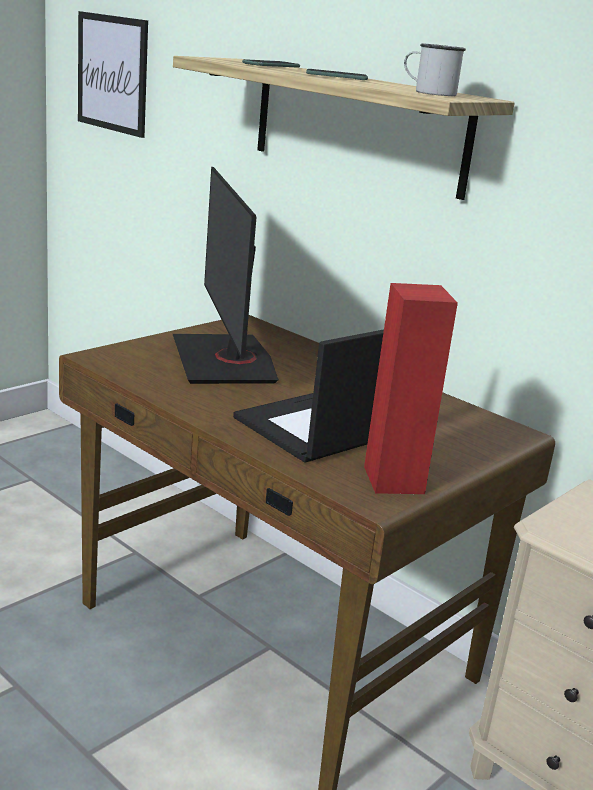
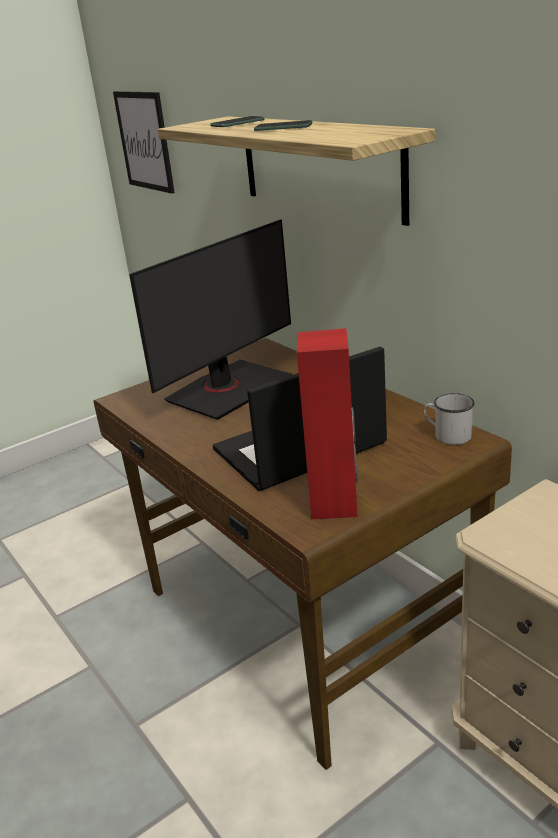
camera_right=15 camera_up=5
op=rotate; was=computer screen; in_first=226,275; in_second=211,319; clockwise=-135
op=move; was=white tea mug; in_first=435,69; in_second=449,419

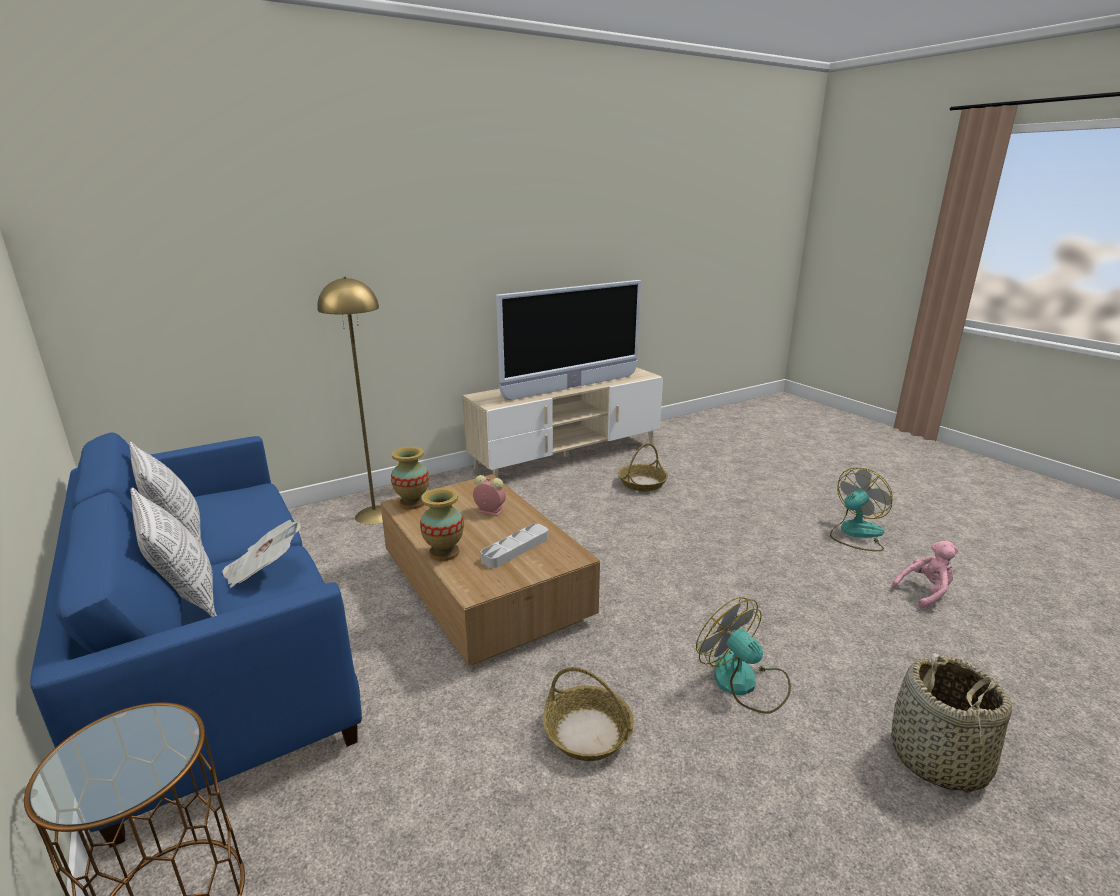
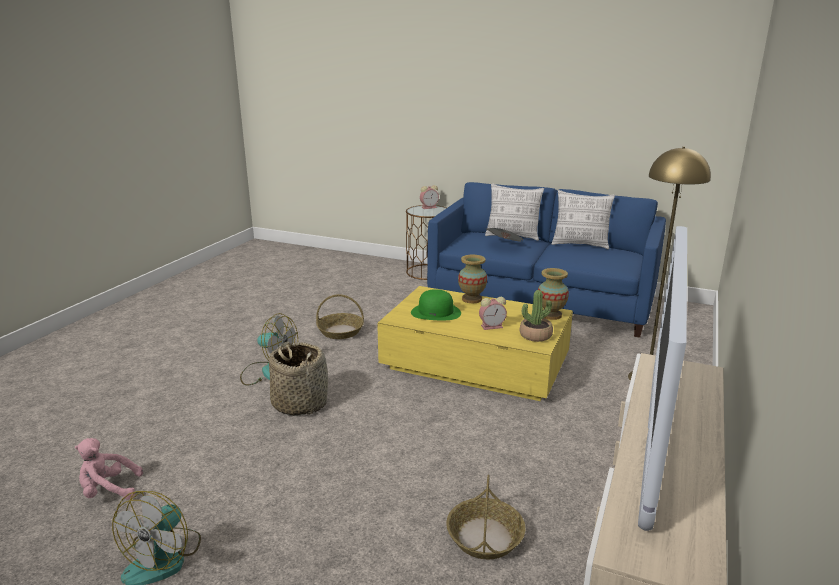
camera_right=145 camera_up=0
op=recolor; was=brownish low table; now=yellow low table; in_first=490,570; in_second=475,343
op=replace; was=gray serving tray; now=green wearable hat; in_first=514,545; in_second=436,304
op=move; was=basket; in_first=951,725; in_second=298,379
op=rotate; was=pink-coloured plush toy; in_first=925,574; in_second=109,469; clockwise=45
op=insert; now=bedside clock; in_second=429,197
op=insert; now=plant in a pot; in_second=536,316

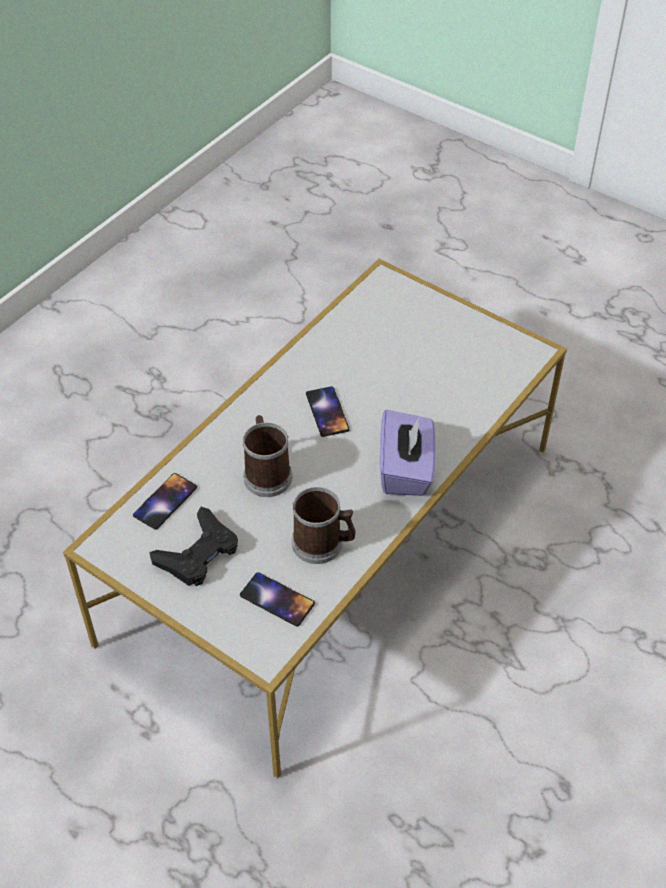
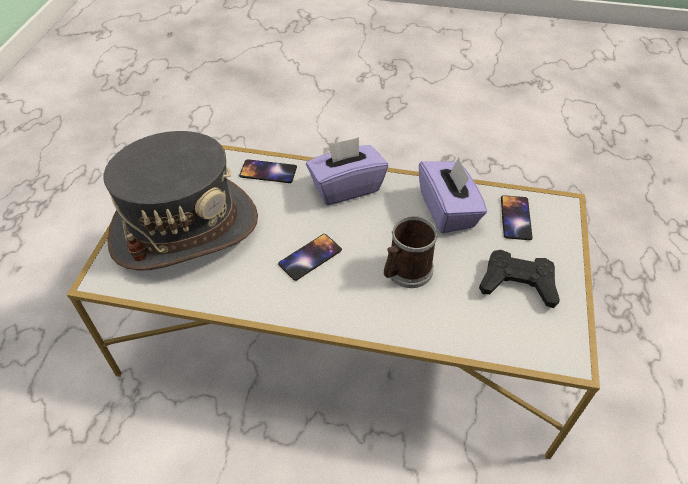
camera_right=-115 camera_up=0
op=move; was=telephone; in_first=165,501; in_second=268,171
op=replace; was=tea mug; now=purple-coloured tissue box; in_first=324,525; in_second=453,195
op=insert; now=gray wearable hat; in_second=180,201

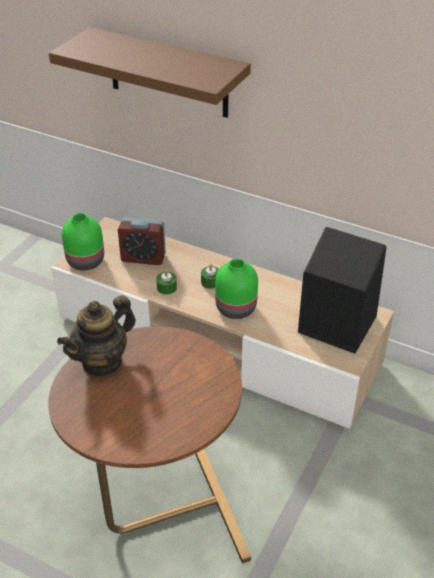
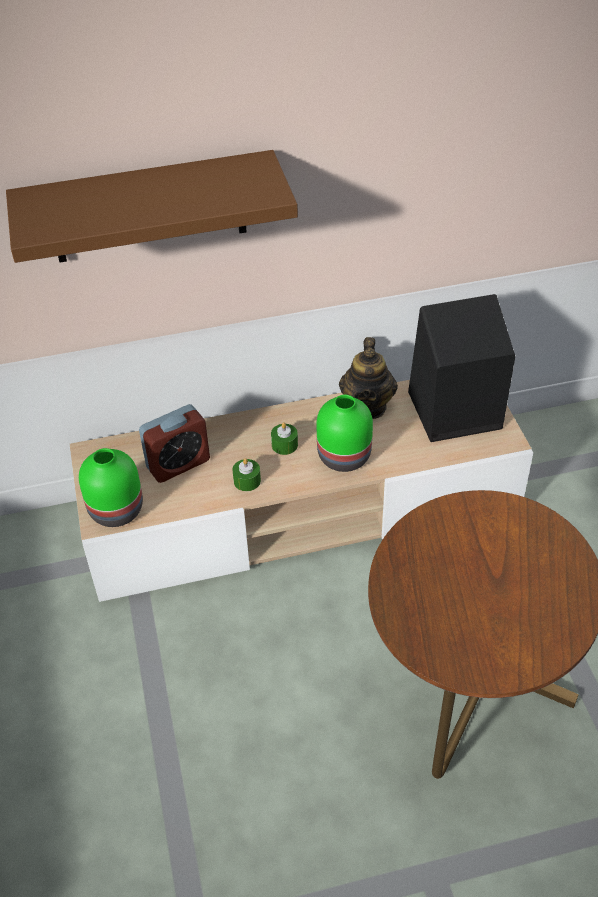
camera_right=-40 camera_up=5
op=move; was=pot for tea; in_first=96,336; in_second=368,378

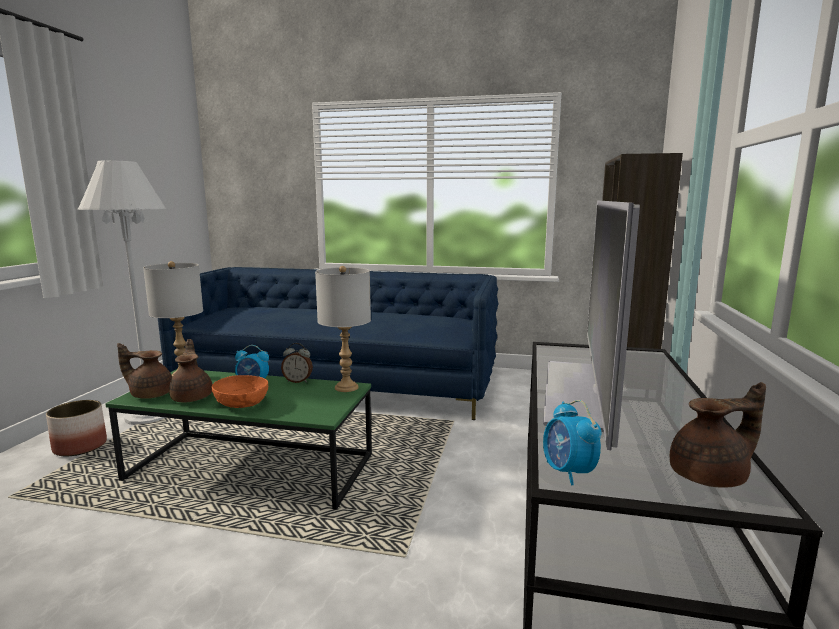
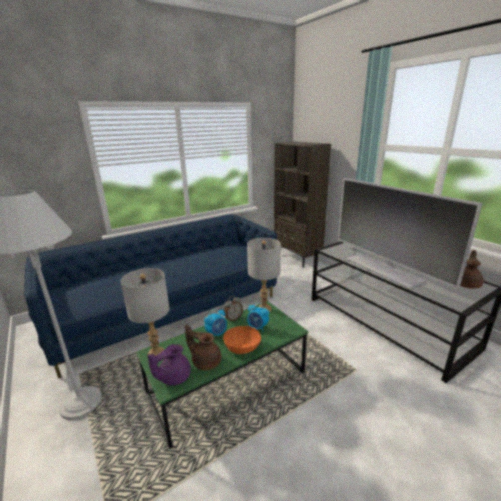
camera_right=-45 camera_up=10
op=delete; was=flower pot; in_first=76,428
op=recolor; was=brownish pot for tea; now=purple-coloured pot for tea; in_first=144,371; in_second=169,365
op=move; was=bedside clock; in_first=572,442; in_second=258,317

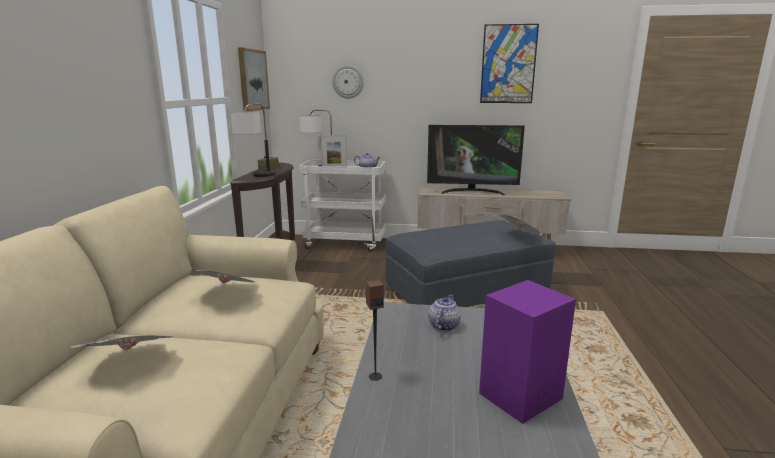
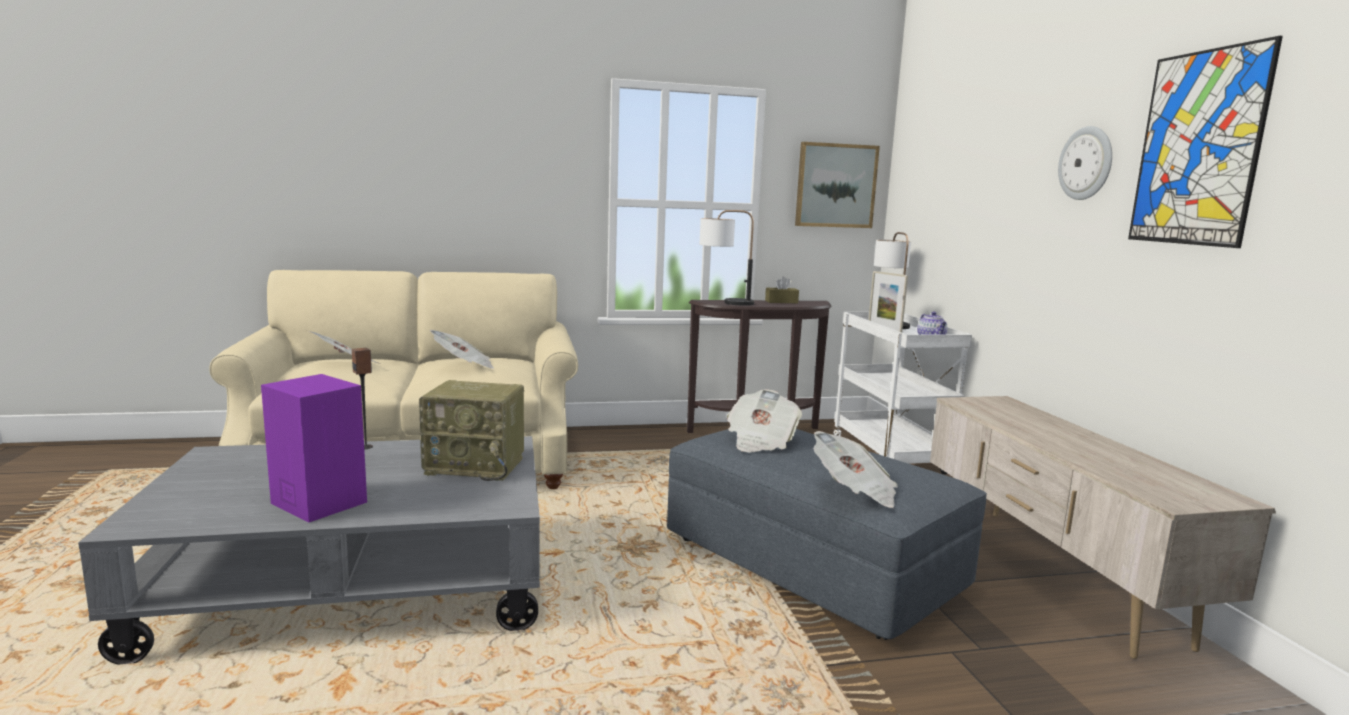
camera_right=70 camera_up=-5
op=move; was=wall clock; in_first=348,82; in_second=1085,163
op=delete; was=TV; in_first=476,160
op=replace; was=pot for tea; now=radio set; in_first=444,312; in_second=471,430
op=insert; now=newspaper; in_second=764,420

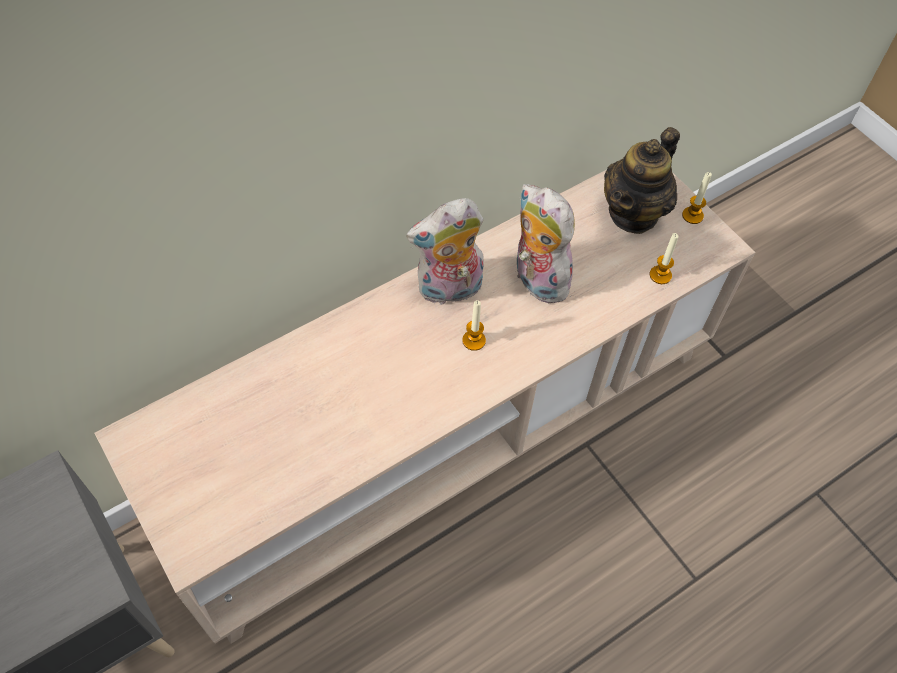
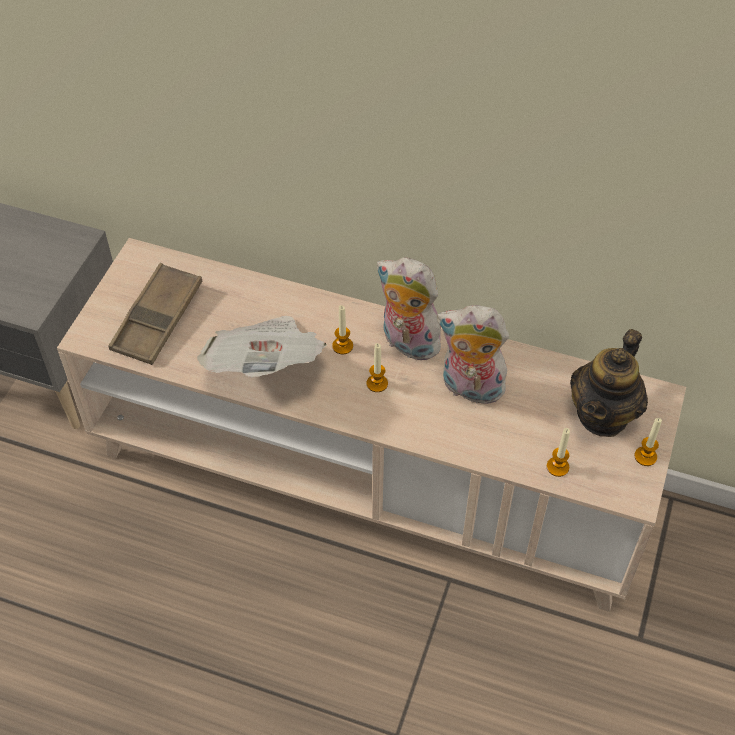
camera_right=55 camera_up=-5
op=rotate; was=plush toy; in_first=546,243; in_second=473,354; clockwise=-90
op=rotate; was=pot for tea; in_first=642,180; in_second=609,383; clockwise=-60
op=insert; now=brownish serving tray; in_second=155,314
op=insert; now=newspaper; in_second=262,347
op=insert; now=candle; in_second=342,329

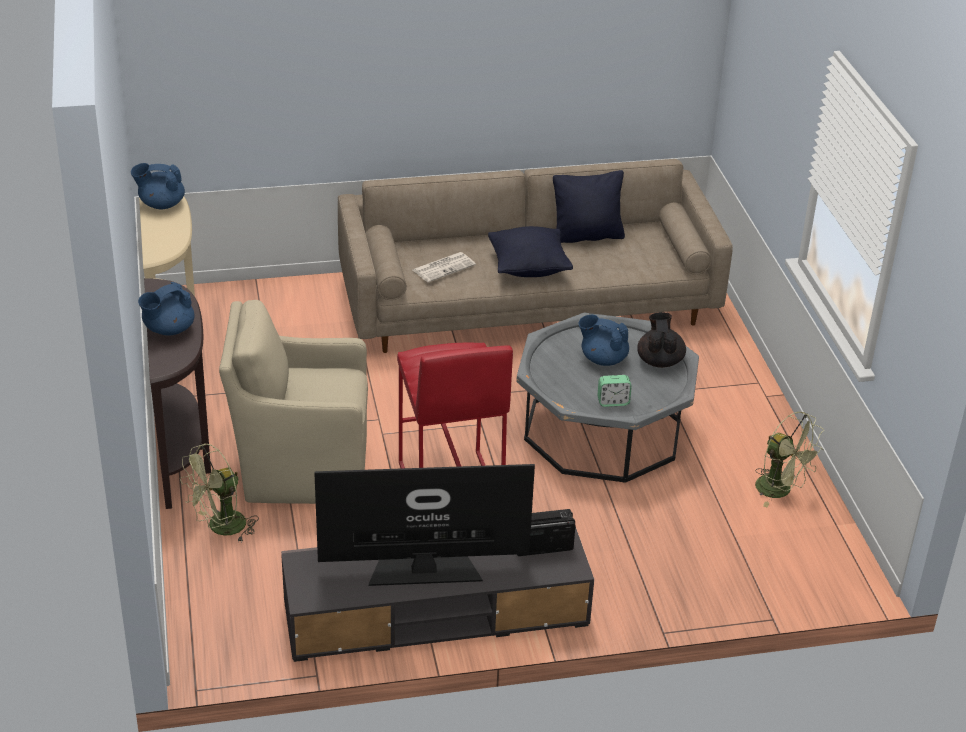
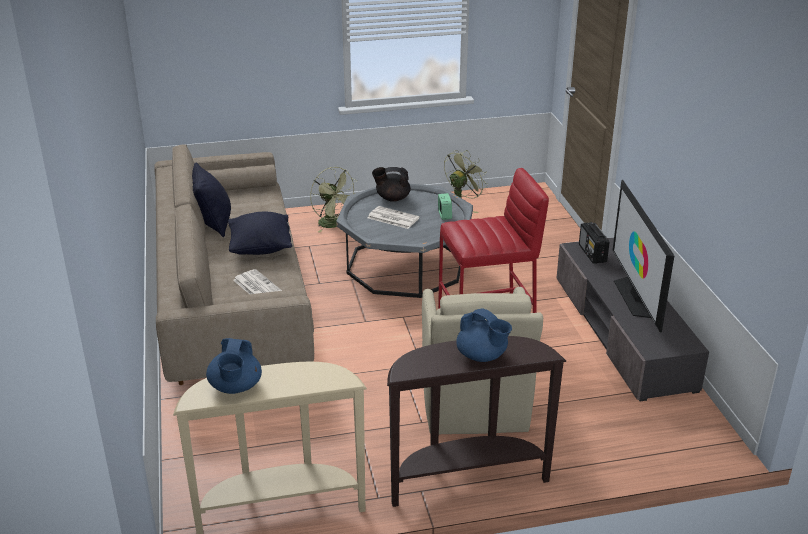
camera_right=-90 camera_up=-5
op=move; was=green electric fan; in_first=219,492; in_second=333,199
op=replace; was=bluish pot for tea; now=newspaper; in_first=604,340; in_second=394,217

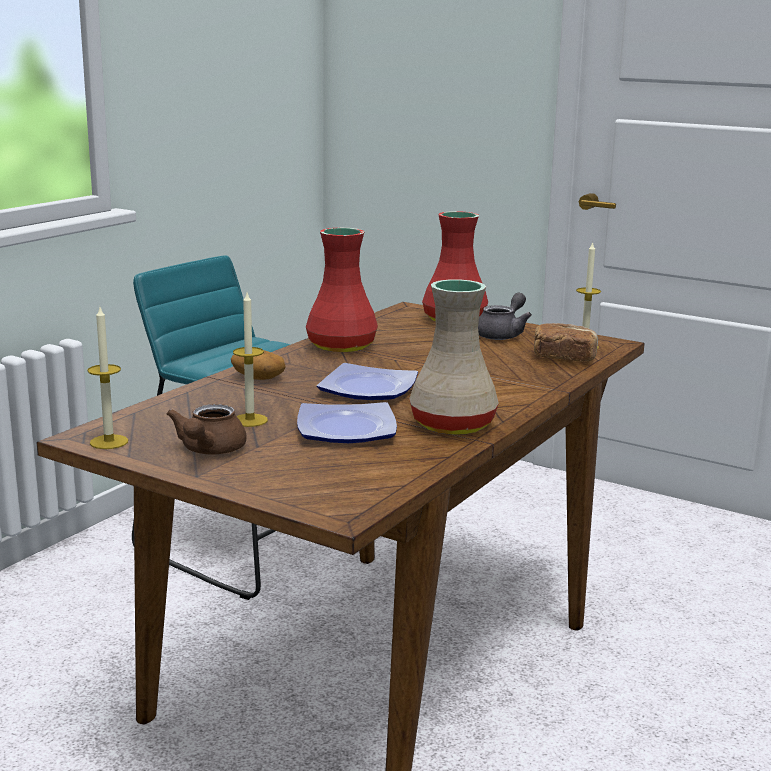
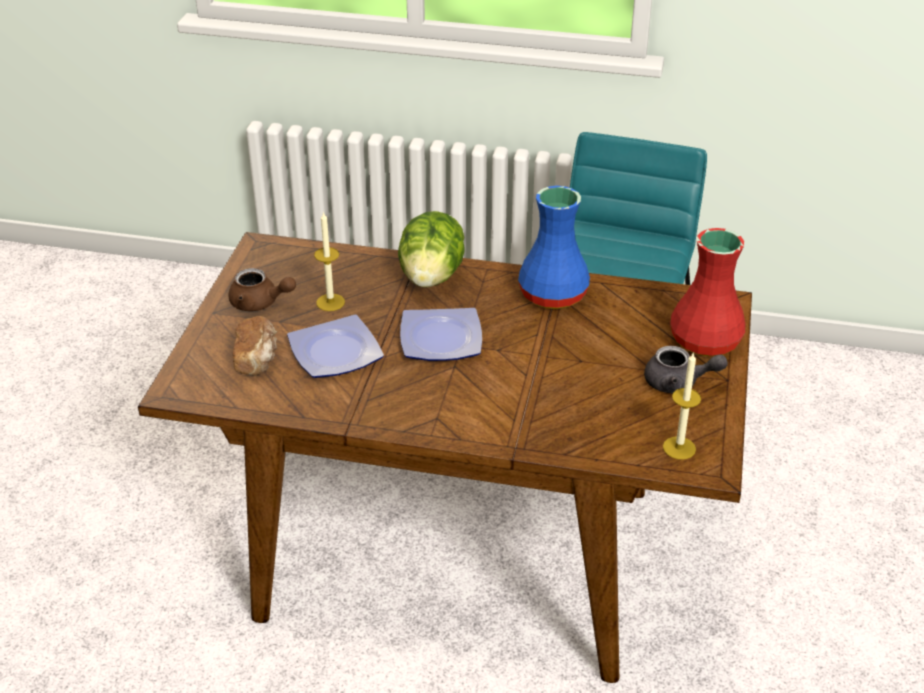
camera_right=70 camera_up=20
op=delete; was=candle; in_first=107,378
op=rotate; was=brownish pot for tea; in_first=206,429; in_second=262,289; clockwise=-150
op=replace; was=potato; now=lettuce; in_first=258,365; in_second=431,249
op=recolor; was=red vase; now=bluish vase; in_first=342,290; in_second=554,247
op=delete; was=beige-coloured vase; in_first=454,357
op=move; was=bakery bread; in_first=566,342; in_second=255,346

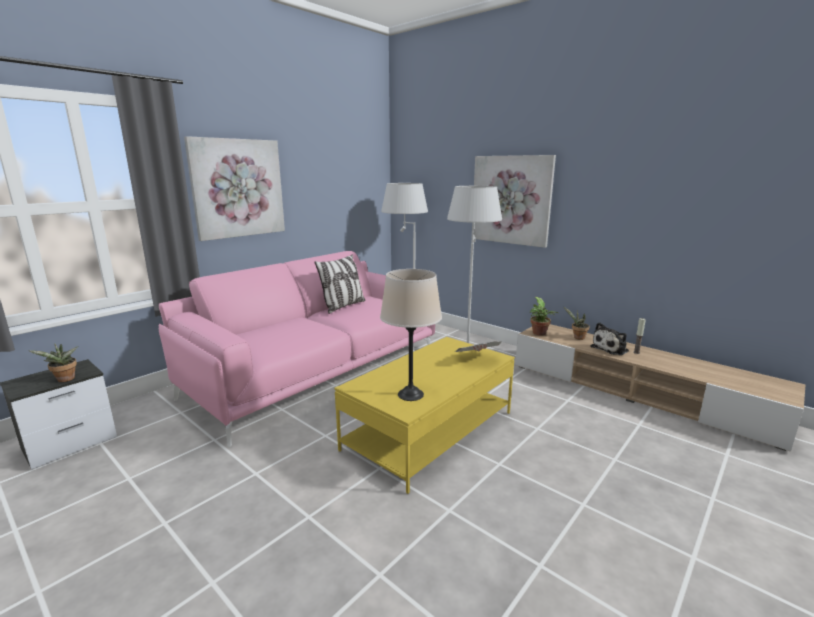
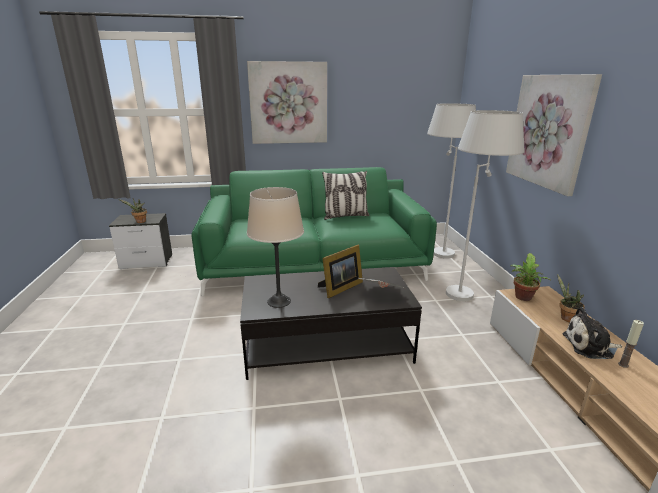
camera_right=40 camera_up=5
op=recolor; was=pink-coloured sofa; now=green sofa; in_first=297,349; in_second=314,231
op=recolor; was=yellow low table; now=black-coloured low table; in_first=425,415; in_second=331,323
op=insert; now=standing frame; in_second=340,271

